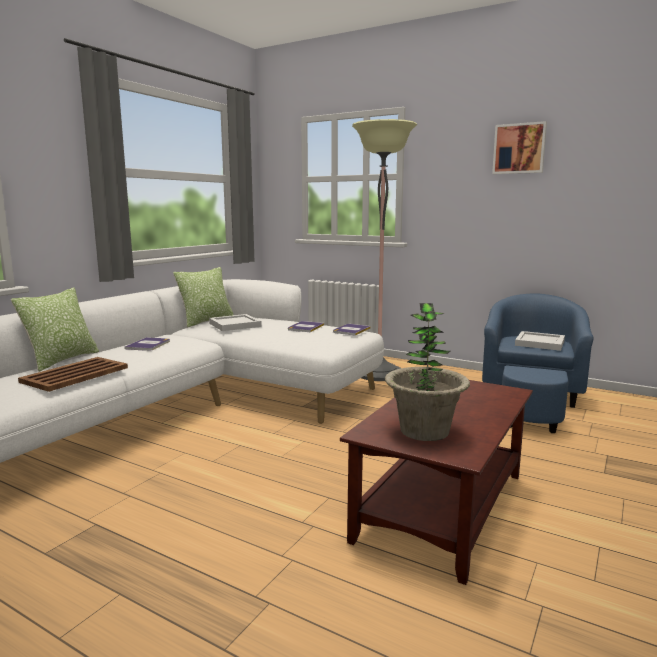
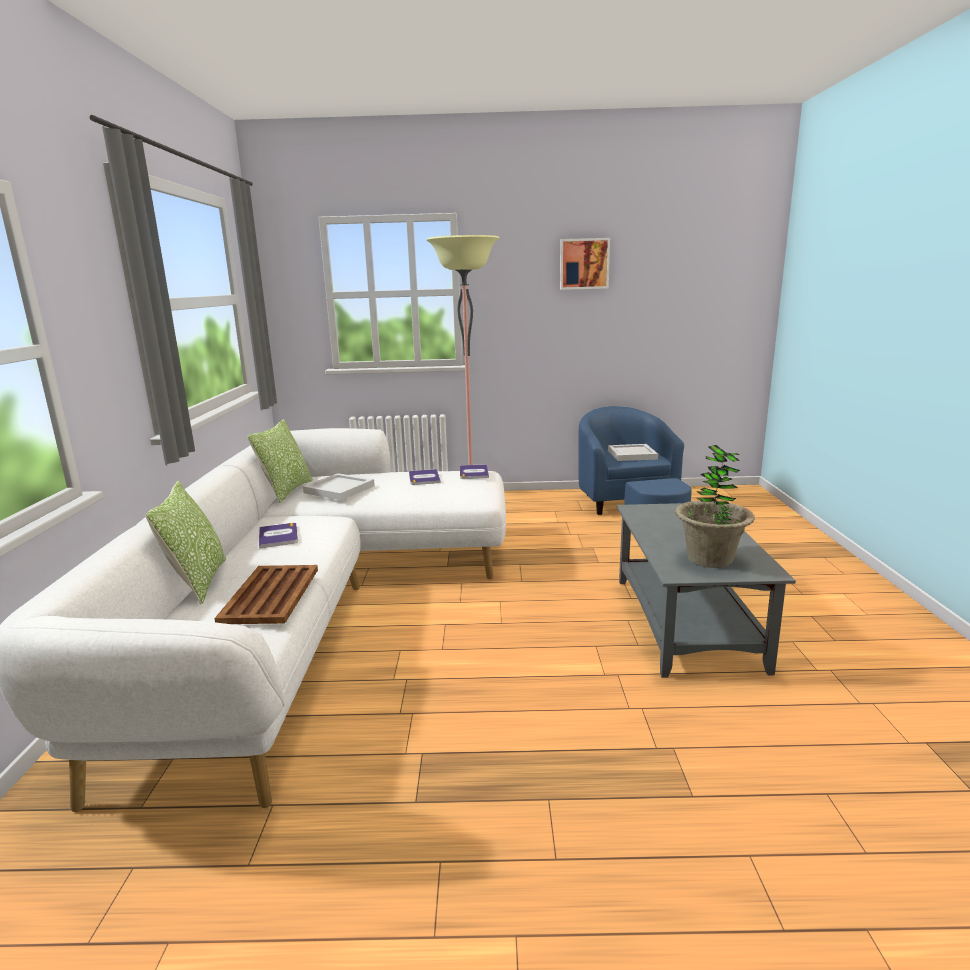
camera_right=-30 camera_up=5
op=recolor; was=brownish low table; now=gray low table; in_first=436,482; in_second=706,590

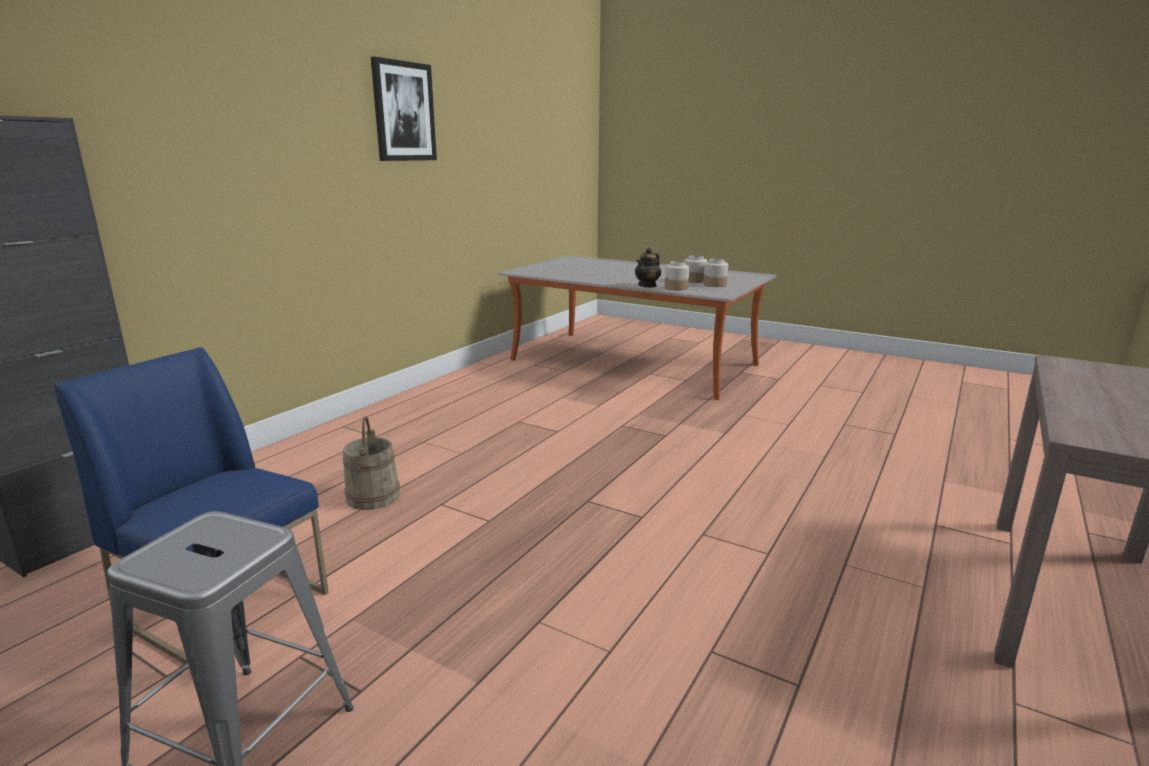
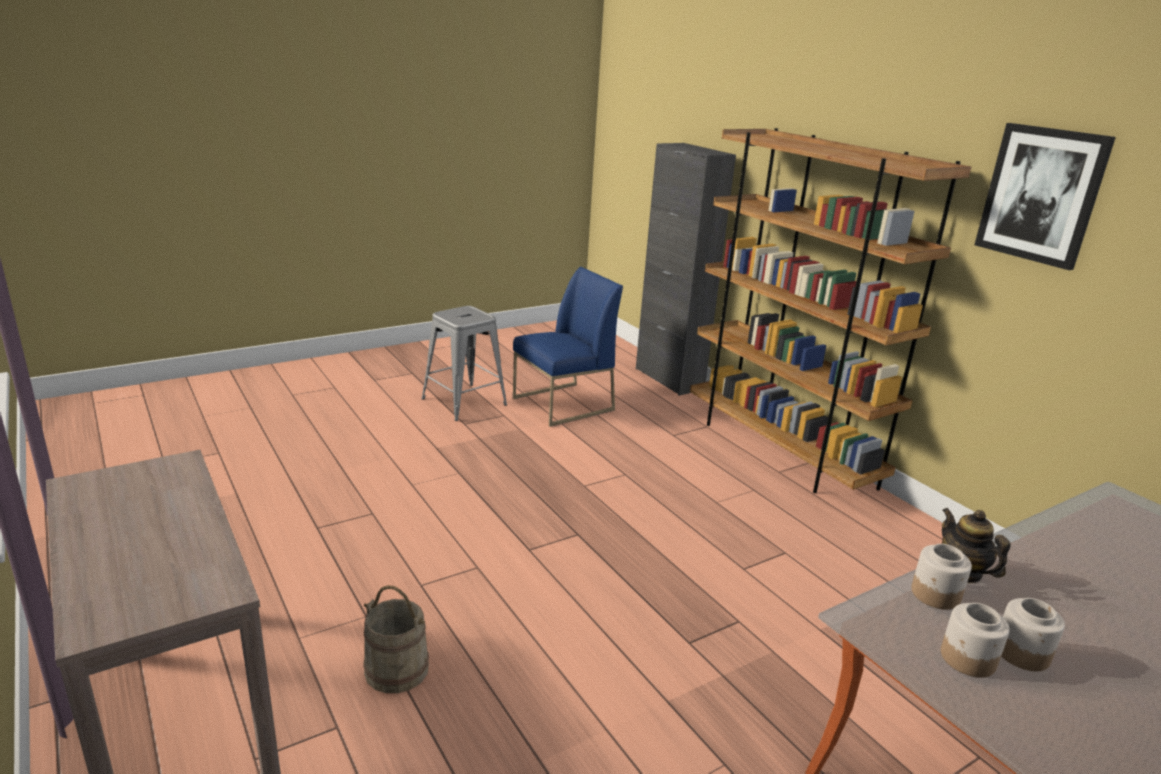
camera_right=115 camera_up=5
op=move; was=beige-coloured bucket; in_first=371,463; in_second=396,639
op=insert; now=brownish bookcase; in_second=830,310

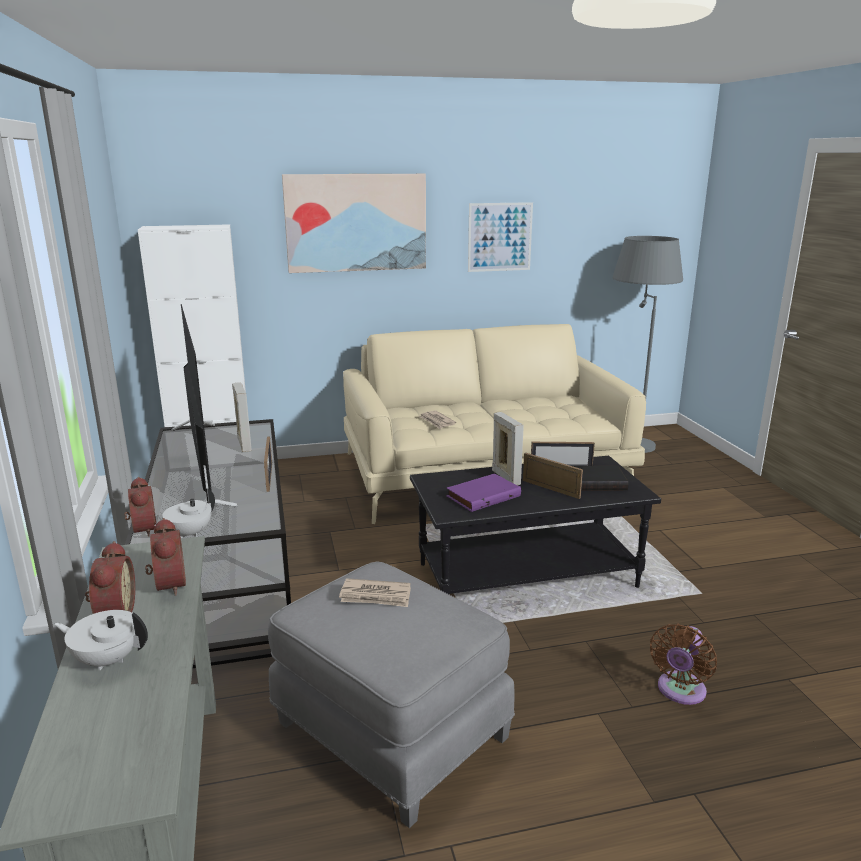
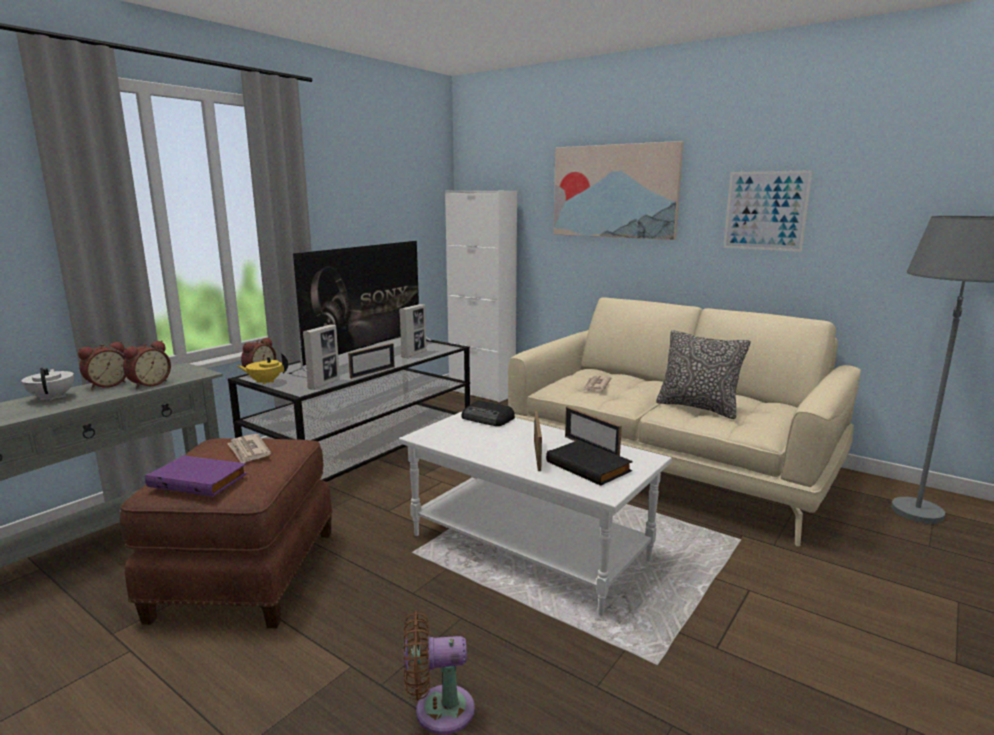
camera_right=50 camera_up=-5
op=recolor; was=white pot for tea; now=yellow pot for tea; in_first=184,513; in_second=262,369
op=recolor; was=gray pouffe; now=brownish pouffe; in_first=391,694; in_second=226,533
op=recolor; was=black-coloured low table; now=white low table; in_first=535,525; in_second=535,514
op=move; was=purple-coloured volume; in_first=483,492; in_second=196,476
op=move; was=standing frame; in_first=508,448; in_second=321,357
op=insert; now=radio set; in_second=488,413
op=insert; now=throw pillow; in_second=703,374

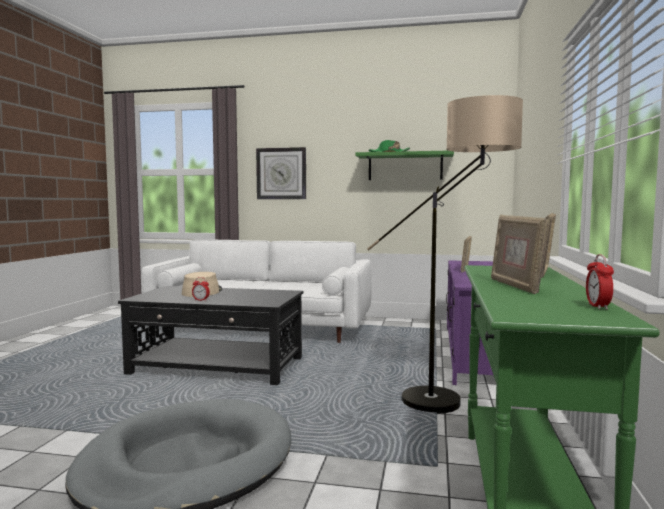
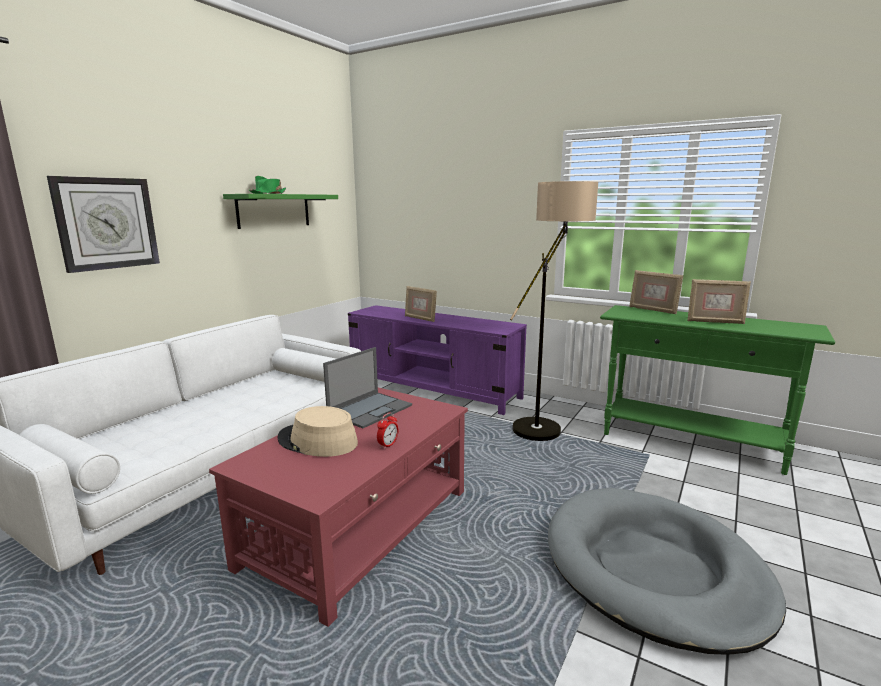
camera_right=-70 camera_up=10
op=recolor; was=black-coloured low table; now=red low table; in_first=210,335; in_second=338,507
op=delete; was=bedside clock; in_first=600,281
op=insert; now=laptop; in_second=367,387

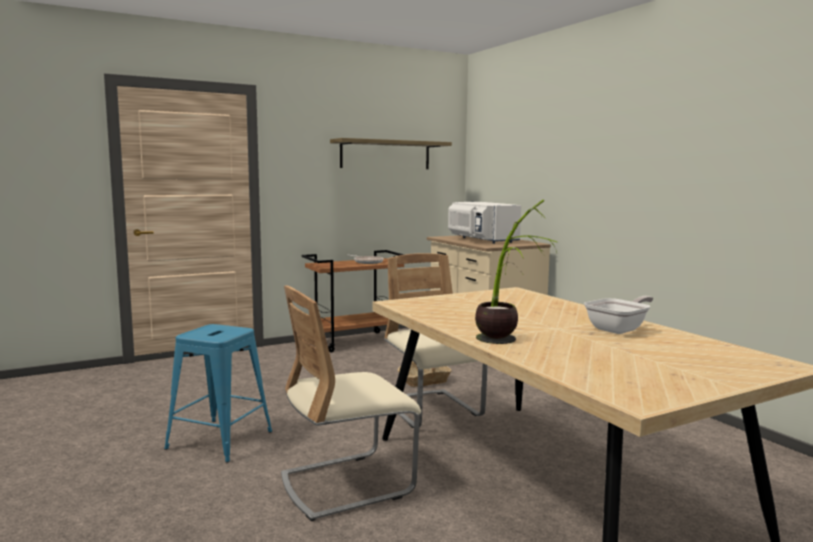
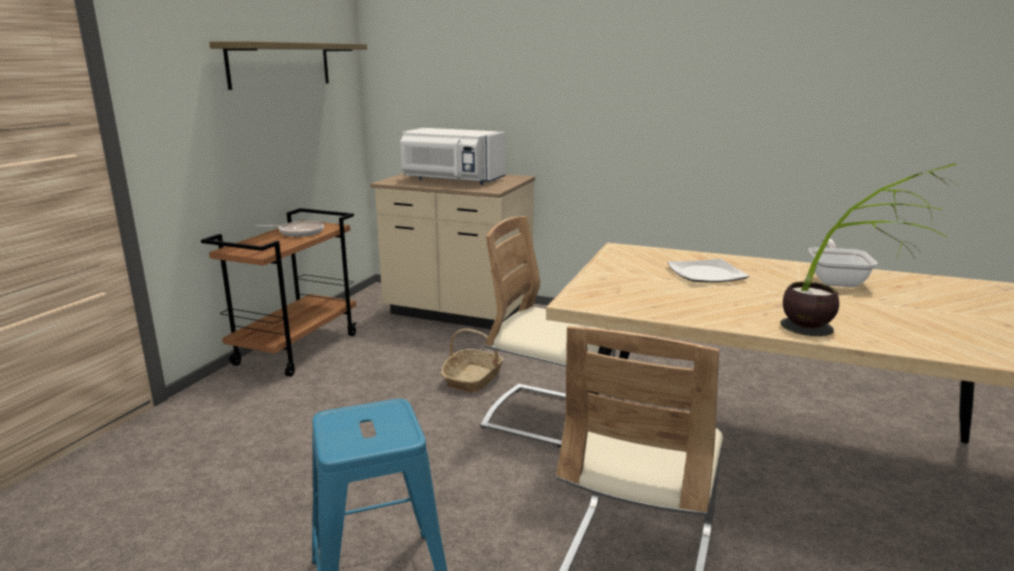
camera_right=-40 camera_up=10
op=insert; now=plate; in_second=708,270

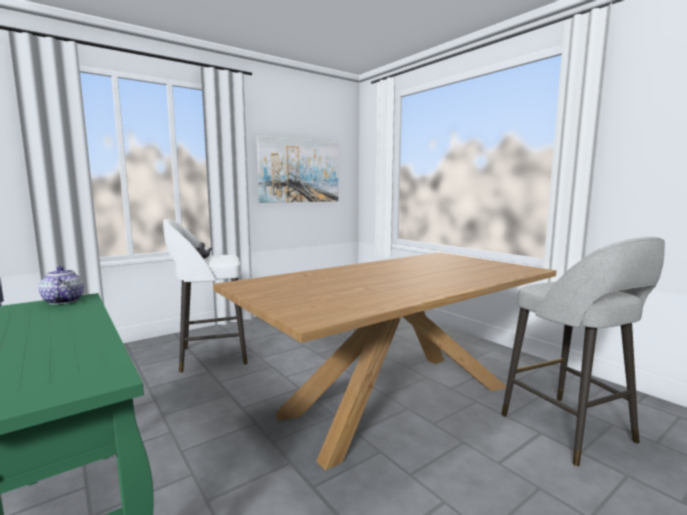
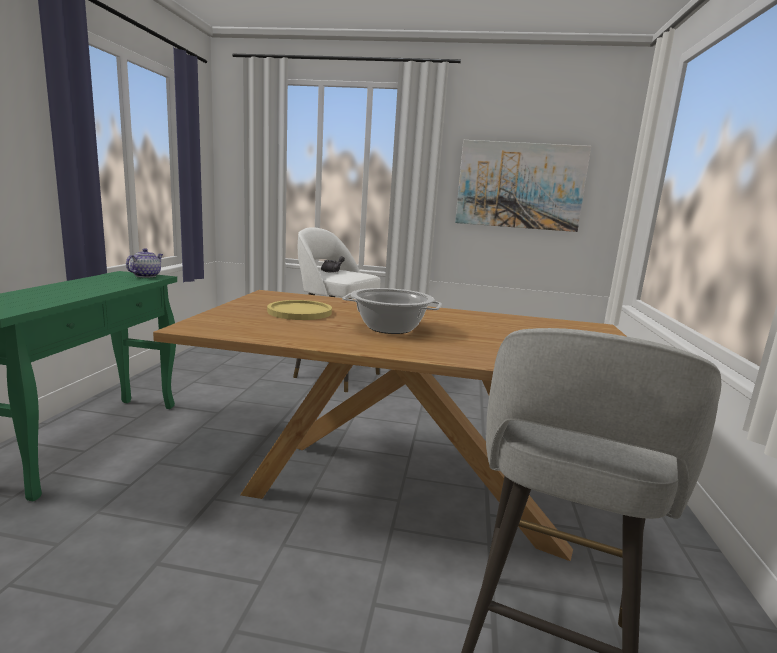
camera_right=45 camera_up=5
op=insert; now=yellow plate; in_second=299,310
op=insert; now=cooking pot; in_second=392,311

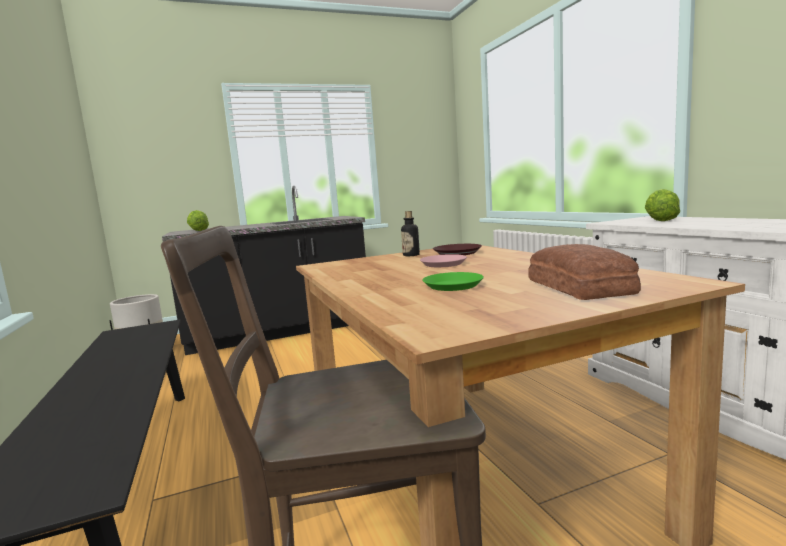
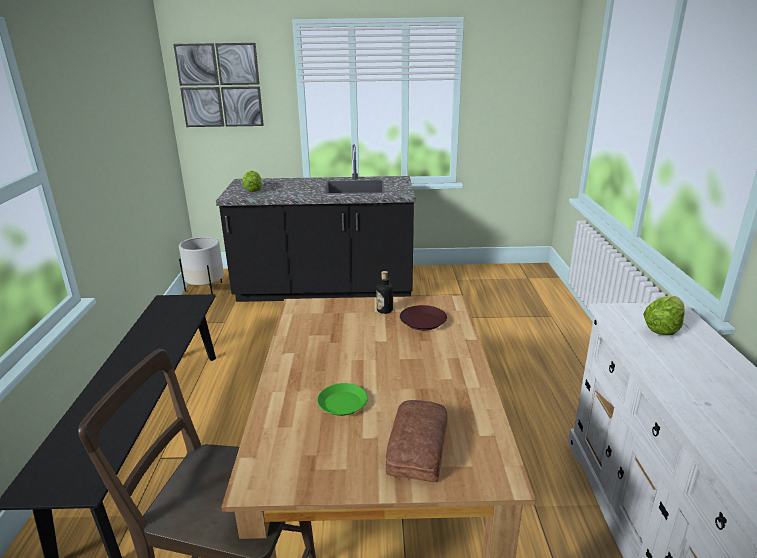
camera_right=20 camera_up=15
op=delete; was=pink-coloured plate; in_first=443,260
op=insert; now=wall picture; in_second=218,85

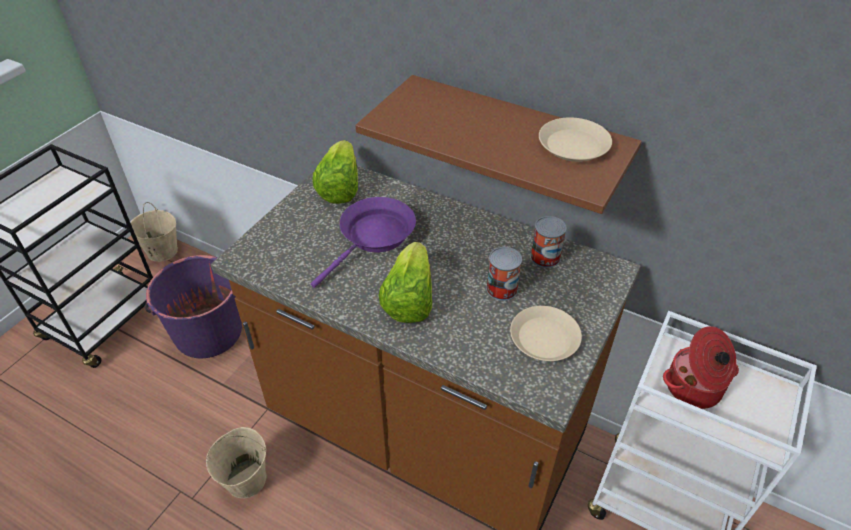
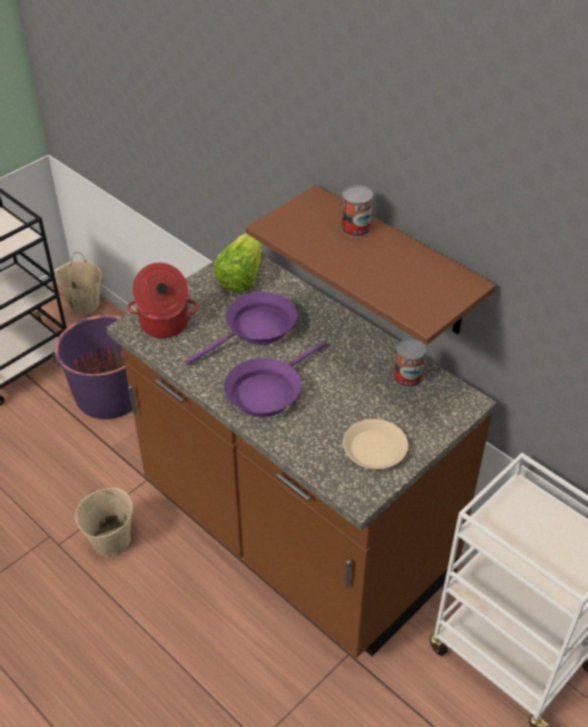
camera_right=15 camera_up=0
op=replace; was=lettuce; now=purple-coloured skillet; in_first=405,282; in_second=275,378
op=move; was=can; in_first=504,274; in_second=357,211
op=delete; was=beige-coloured plate; in_first=575,139
op=move; was=cooking pot; in_first=701,367; in_second=162,300

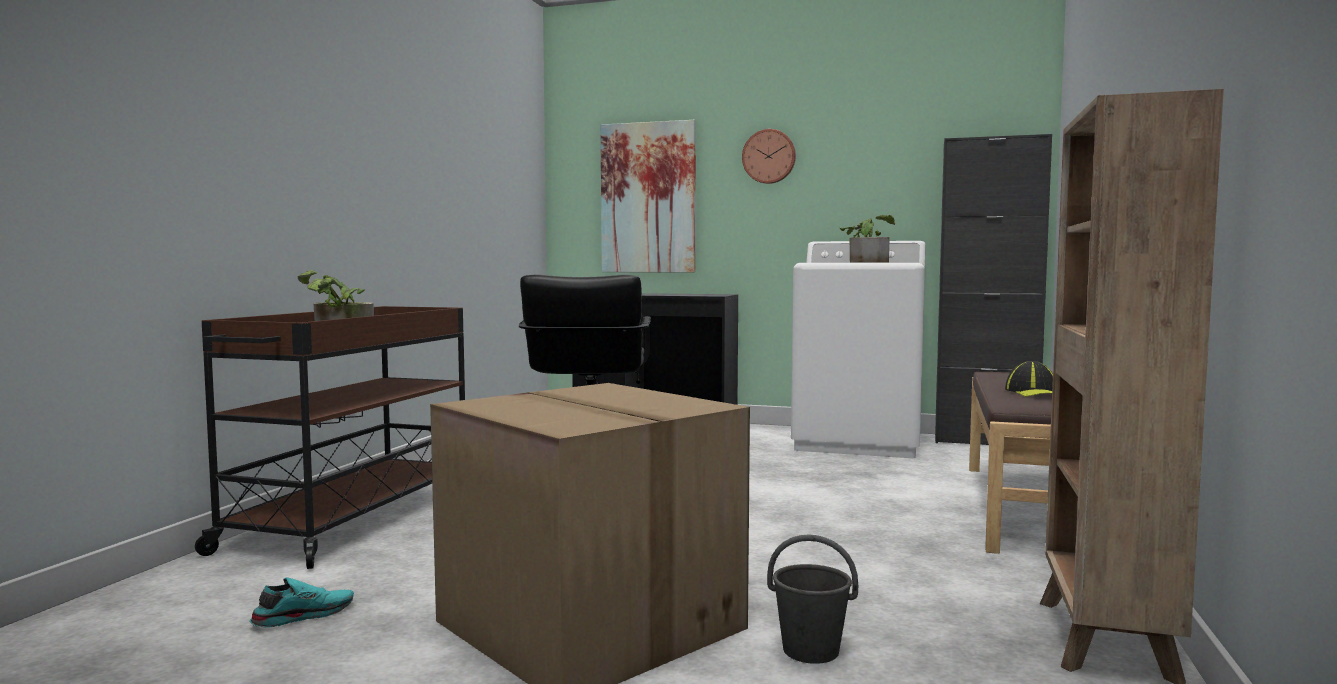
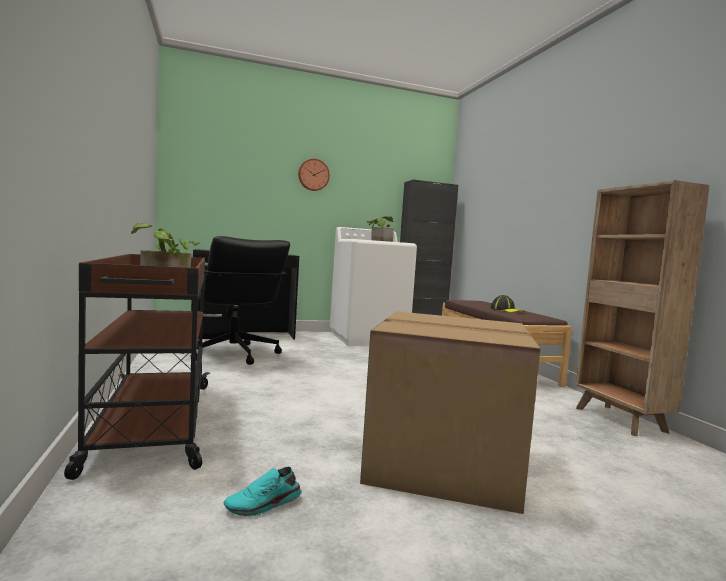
camera_right=-35 camera_up=0
op=rotate; was=blue-green low shoe; in_first=301,602; in_second=263,492; clockwise=-135
op=delete; was=wall picture; in_first=648,196
op=delete; was=gray bucket; in_first=812,599

